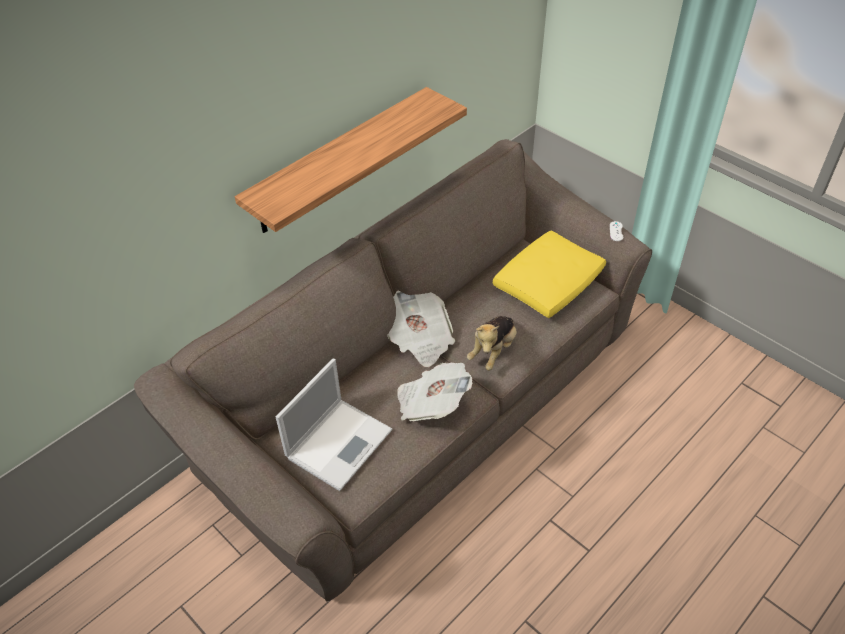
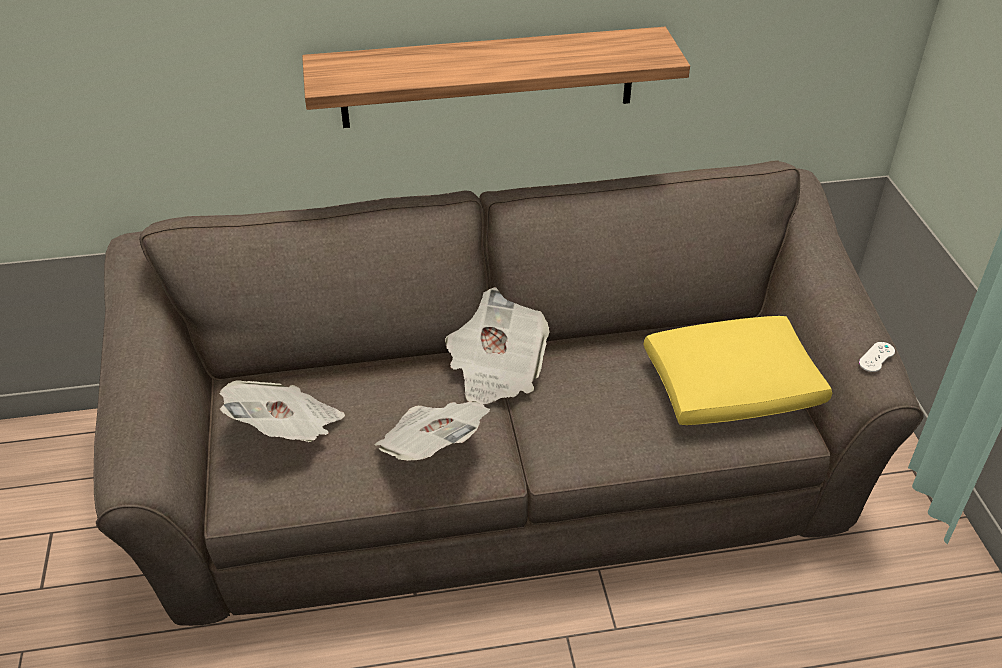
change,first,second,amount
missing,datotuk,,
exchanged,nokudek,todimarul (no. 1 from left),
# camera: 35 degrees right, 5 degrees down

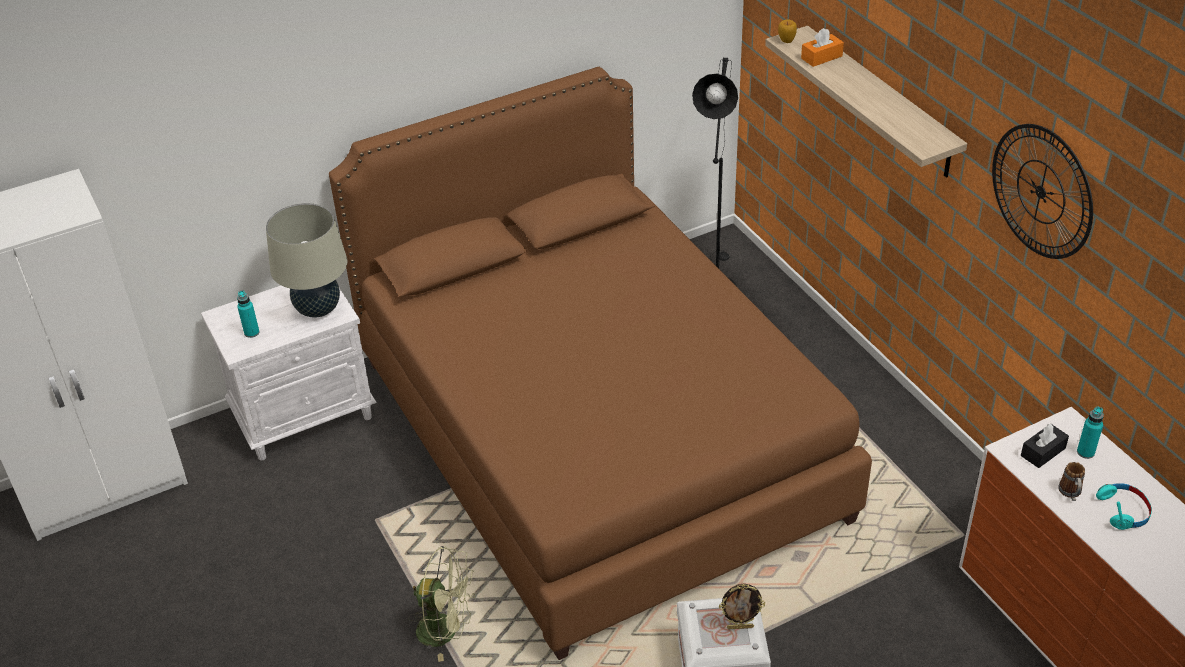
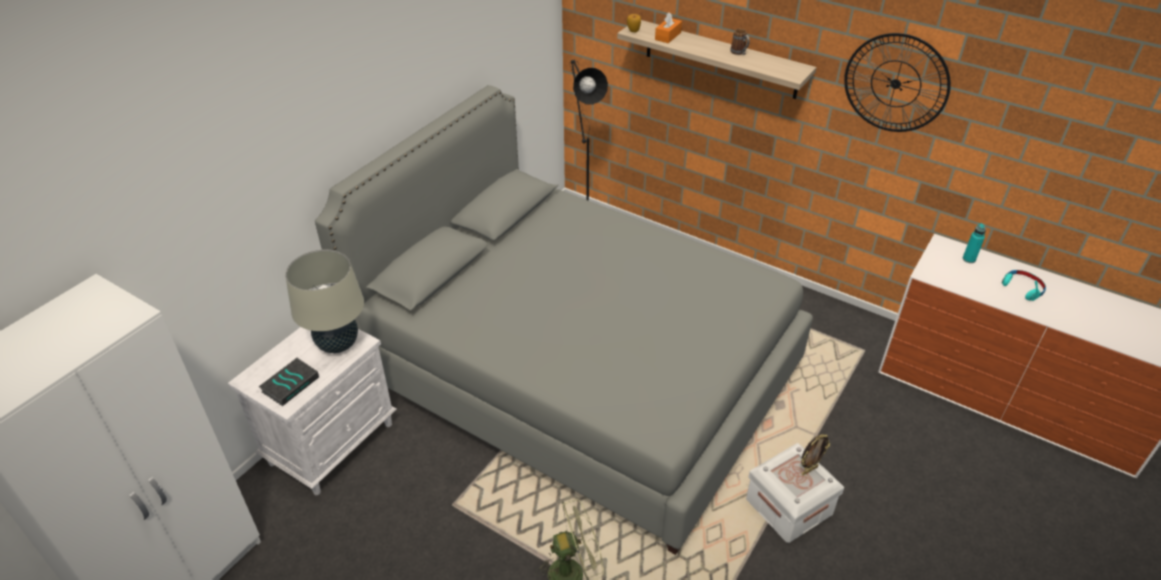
change,first,second,amount
colour,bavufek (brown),bavufek (grey),
exchanged,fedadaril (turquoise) (no. 1 from left),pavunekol,
missing,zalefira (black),,
relocated,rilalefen,,
# camera: 30 degrees left, 0 degrees up

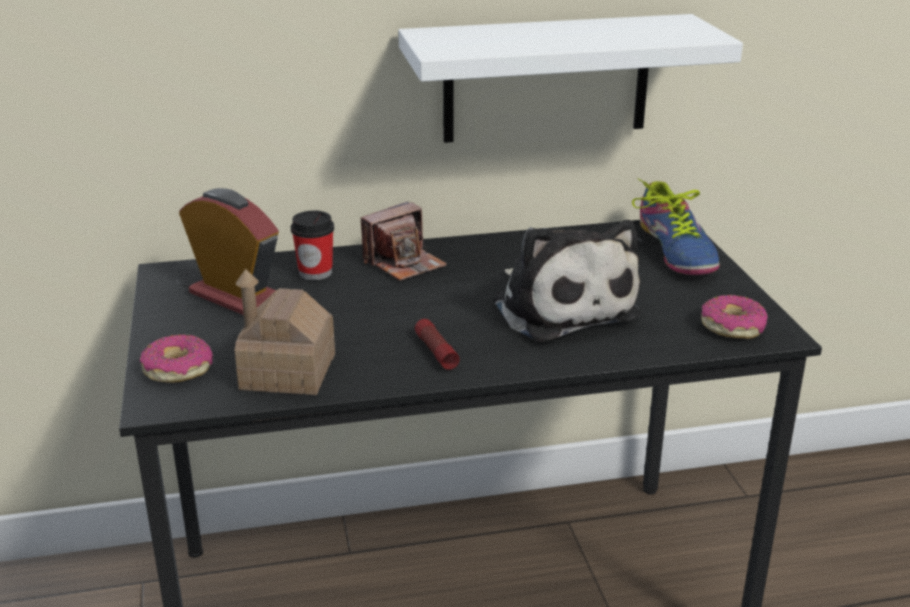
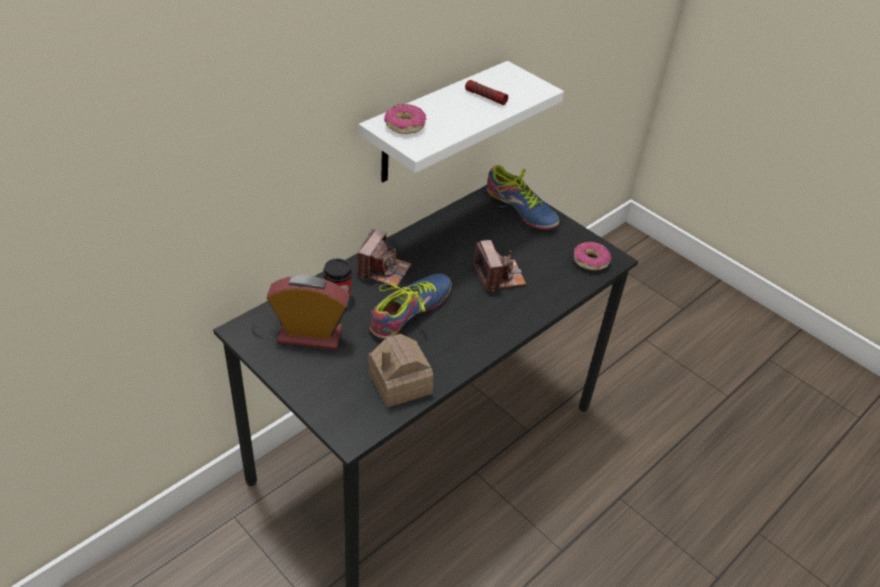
change,first,second,amount
exchanged,datotuk,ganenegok (no. 2 from left),
relocated,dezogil,,
relocated,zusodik (no. 1 from left),,
appeared,,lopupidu (no. 1 from left),
# camera: 35 degrees left, 15 degrees up

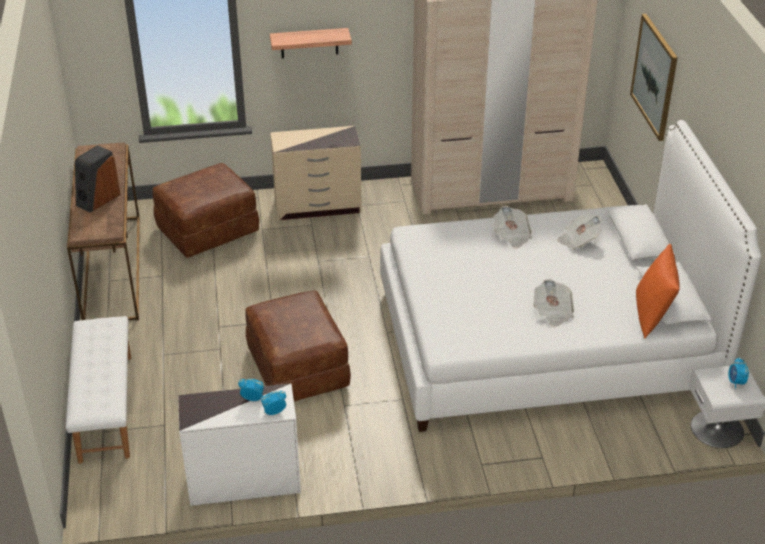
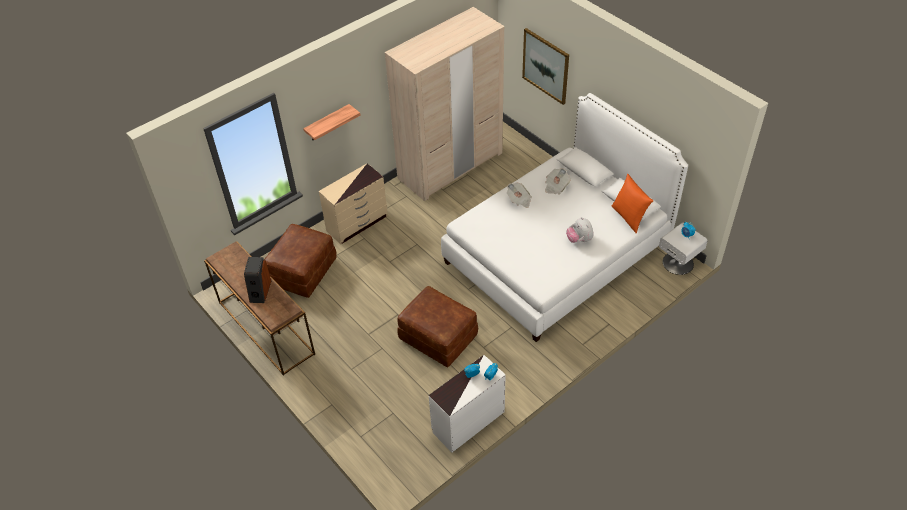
change,first,second,amount
exchanged,todimarul (no. 2 from left),datotuk,
missing,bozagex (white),,
# camera: 30 degrees left, 10 degrees up

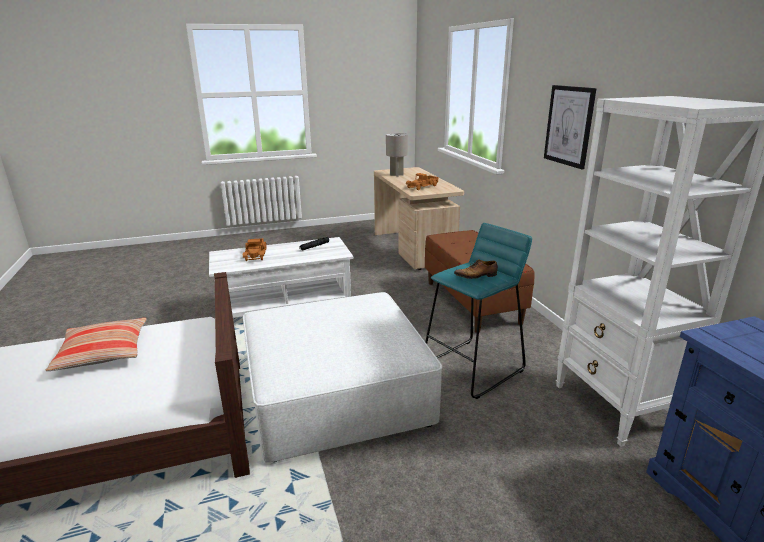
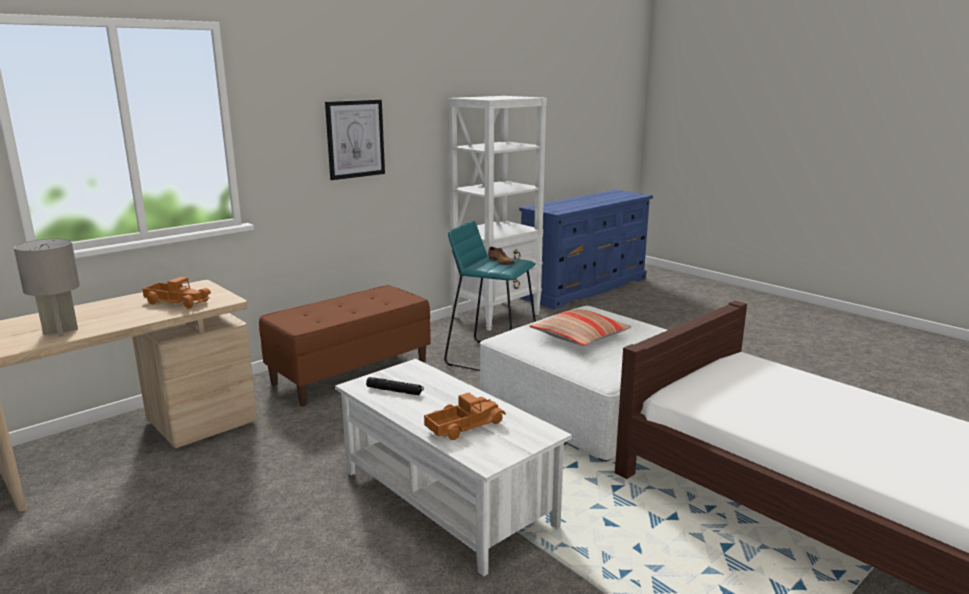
change,first,second,amount
relocated,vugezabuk,,
# camera: 115 degrees left, 5 degrees down

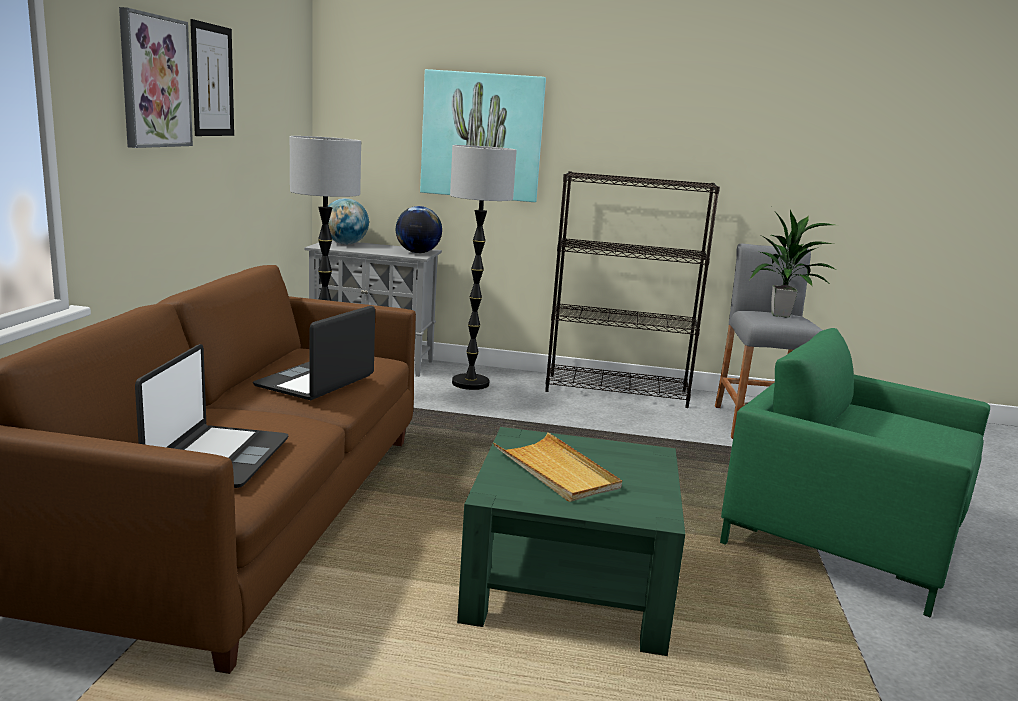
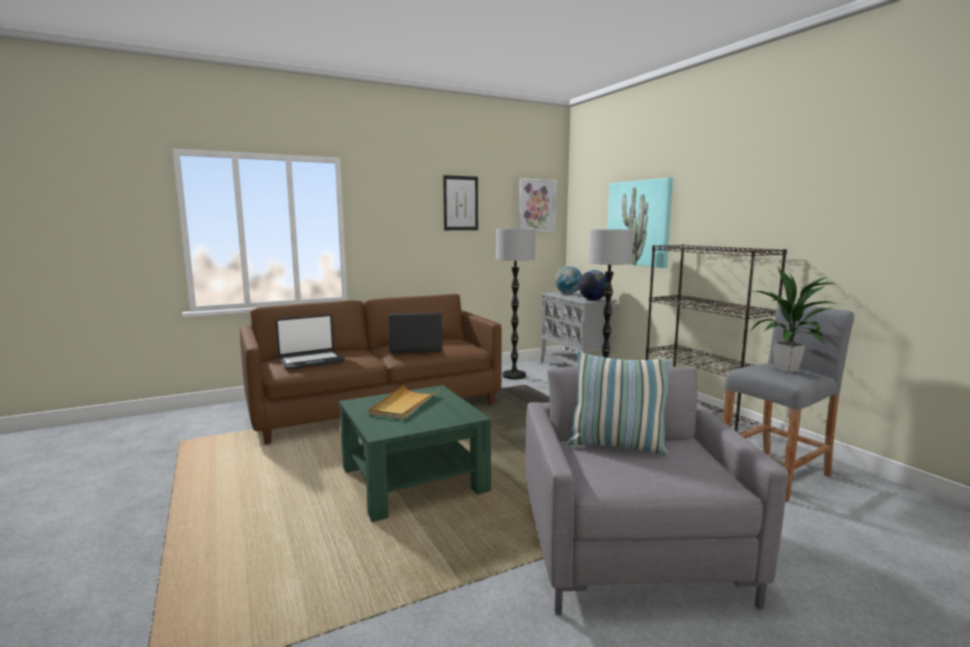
change,first,second,amount
relocated,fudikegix (no. 1 from left in the first image),fudikegix (no. 2 from left),
colour,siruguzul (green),siruguzul (grey),
appeared,,vugezabuk,
# camera: 55 degrees right, 5 degrees down

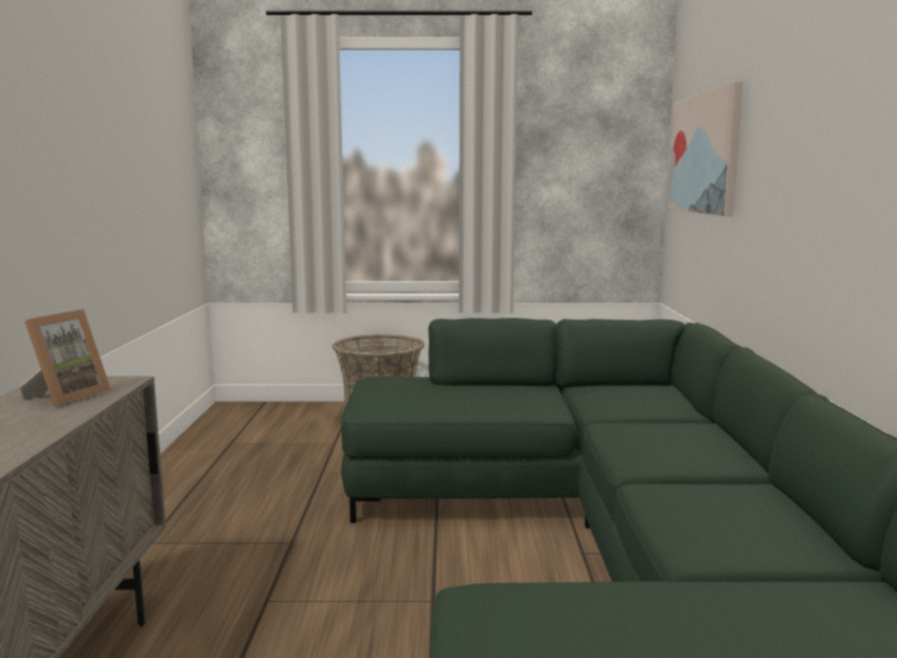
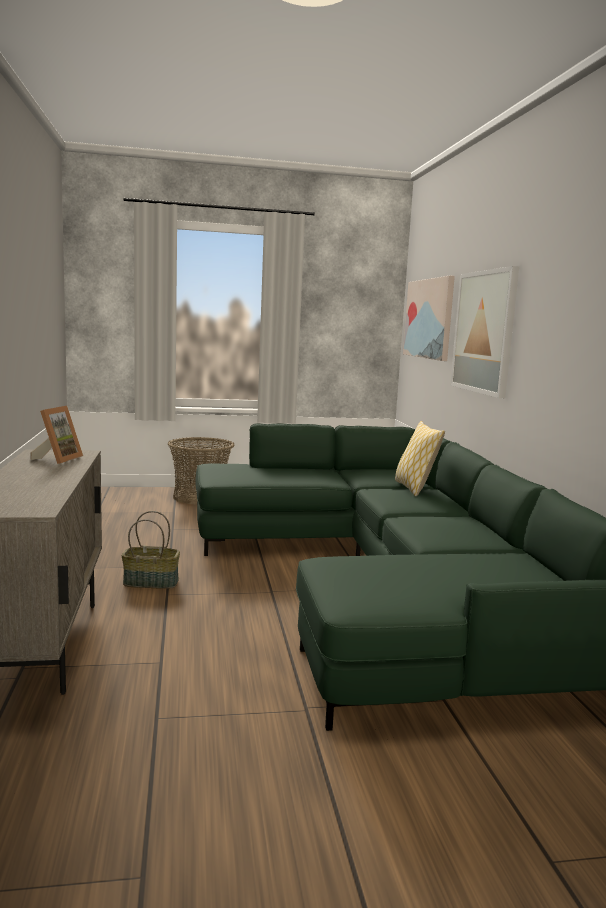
change,first,second,amount
appeared,,fudikegix (no. 2 from left),
appeared,,vugezabuk,
appeared,,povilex (no. 1 from left),
# camera: 10 degrees left, 0 degrees up

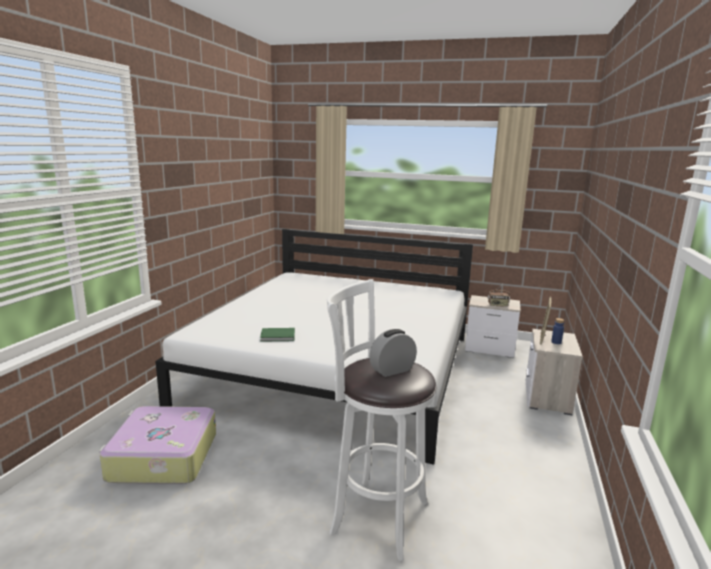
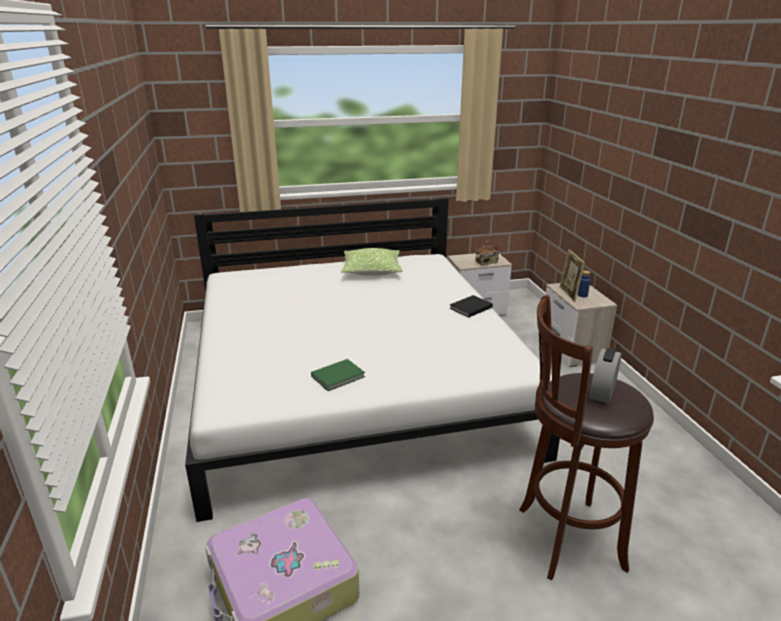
change,first,second,amount
colour,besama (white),besama (brown),
appeared,,vugezabuk,
appeared,,pavunekol (black),
# camera: 30 degrees left, 10 degrees up

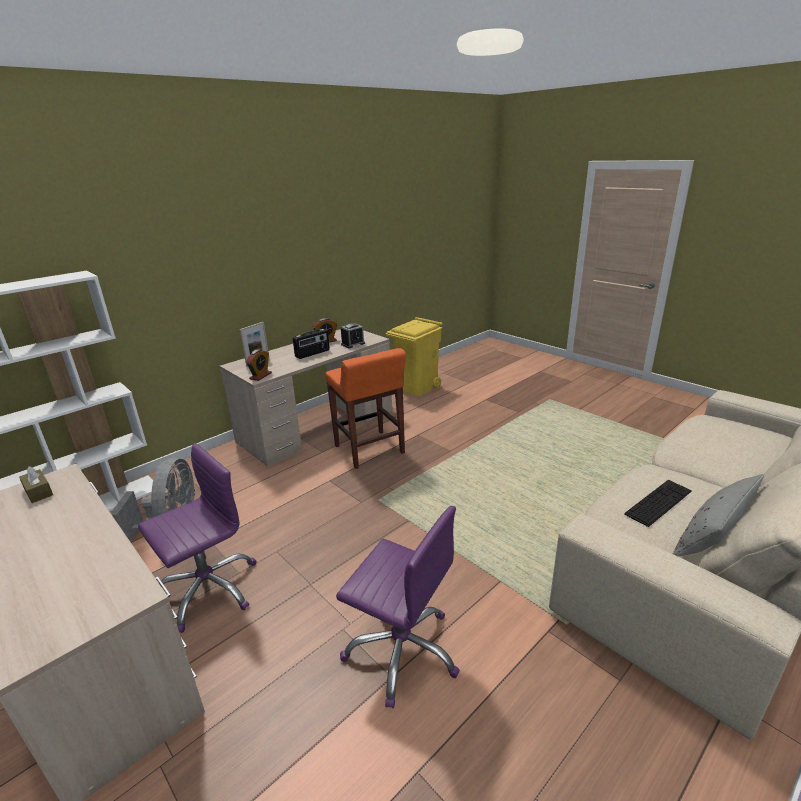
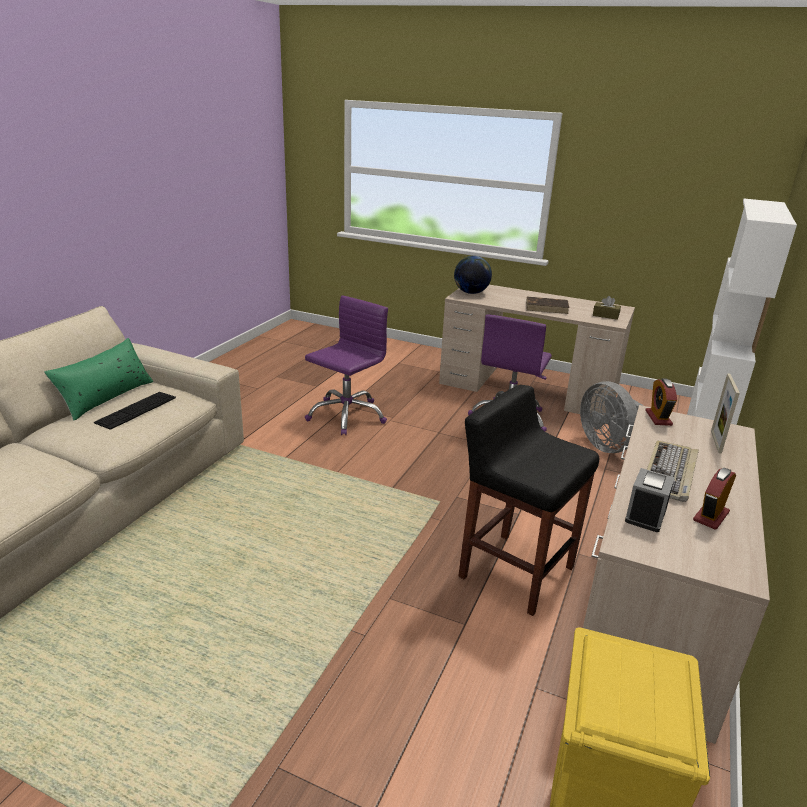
change,first,second,amount
exchanged,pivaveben,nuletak (no. 2 from left),
colour,besama (orange),besama (black),
colour,vugezabuk (grey),vugezabuk (green),
spun,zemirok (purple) (no. 2 from left in the first image),zemirok (purple) (no. 1 from left),120 degrees clockwise
appeared,,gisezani,
appeared,,pavunekol (brown),
# camera: 155 degrees right, 0 degrees up

